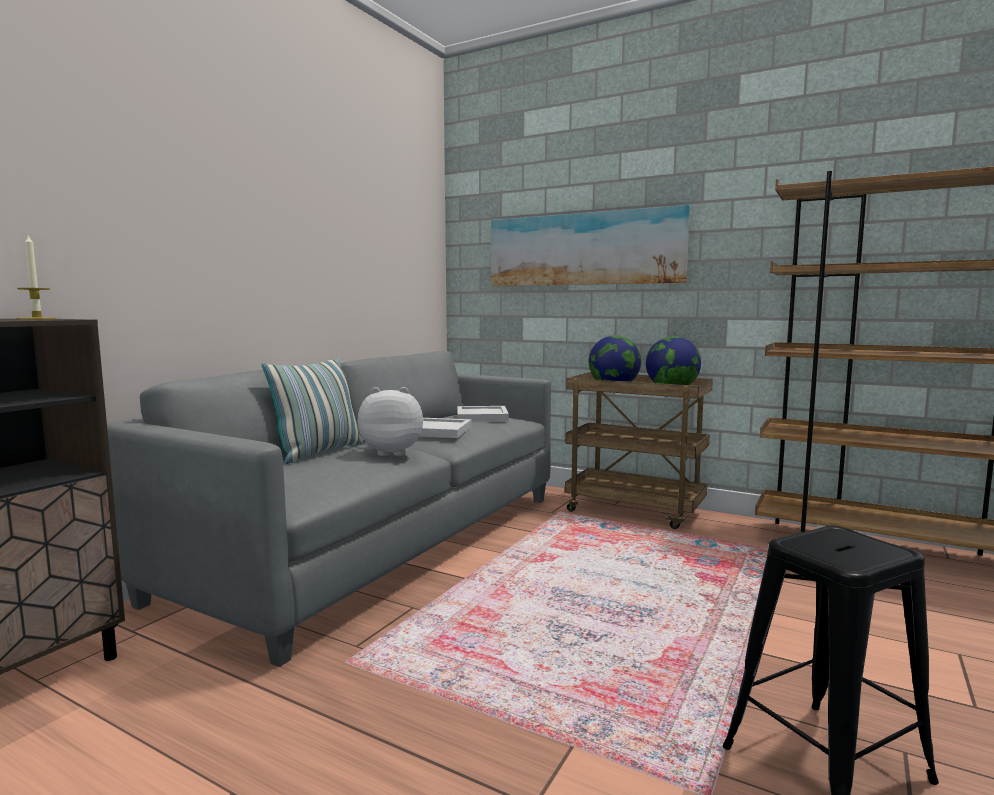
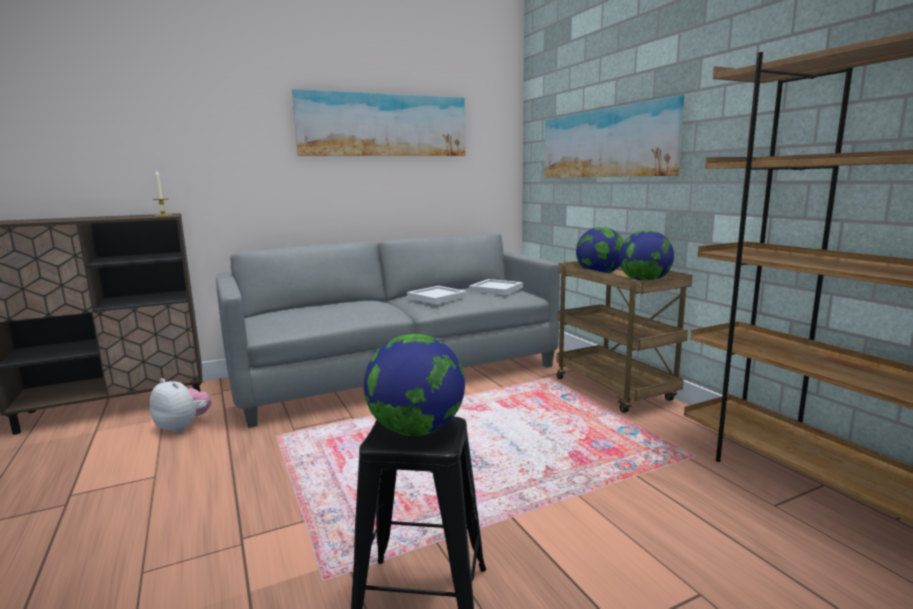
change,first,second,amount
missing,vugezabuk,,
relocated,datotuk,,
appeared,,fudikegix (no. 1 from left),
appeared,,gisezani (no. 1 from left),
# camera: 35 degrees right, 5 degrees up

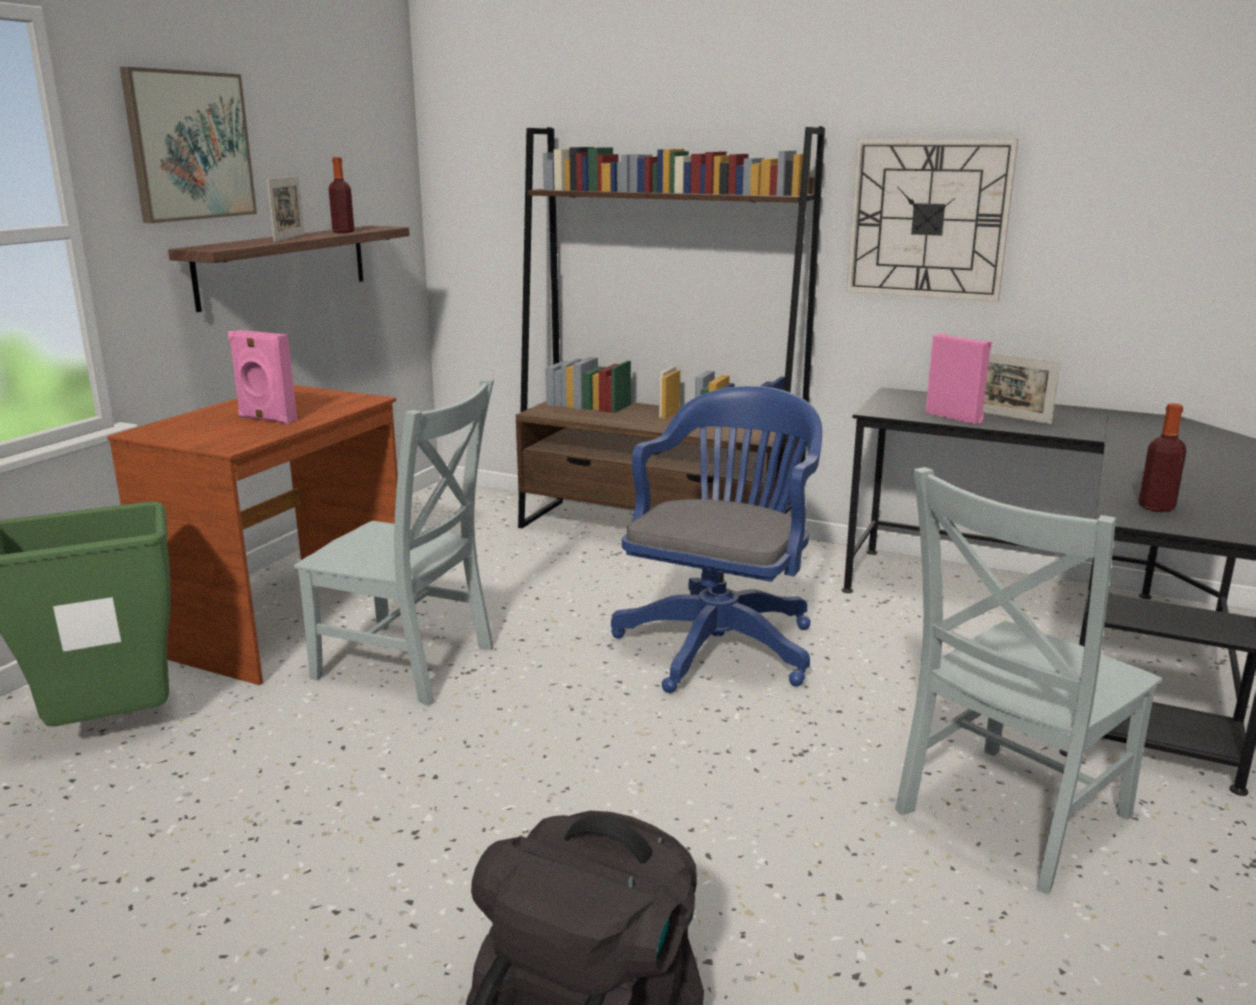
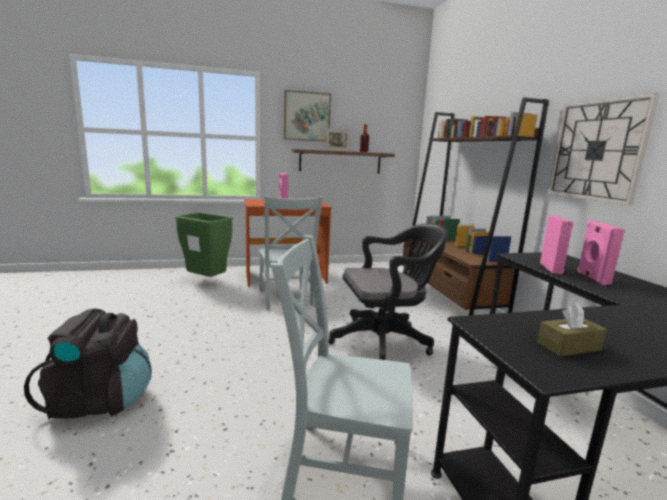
change,first,second,amount
exchanged,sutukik (no. 2 from left),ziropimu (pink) (no. 3 from left),
colour,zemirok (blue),zemirok (black),
missing,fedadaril (no. 2 from left),,
appeared,,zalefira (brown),
# camera: 50 degrees right, 5 degrees down

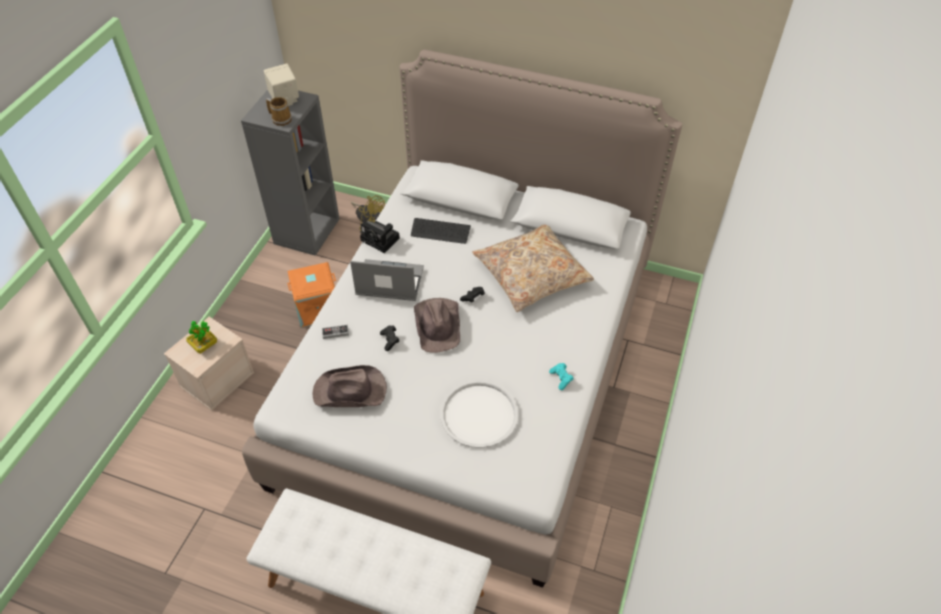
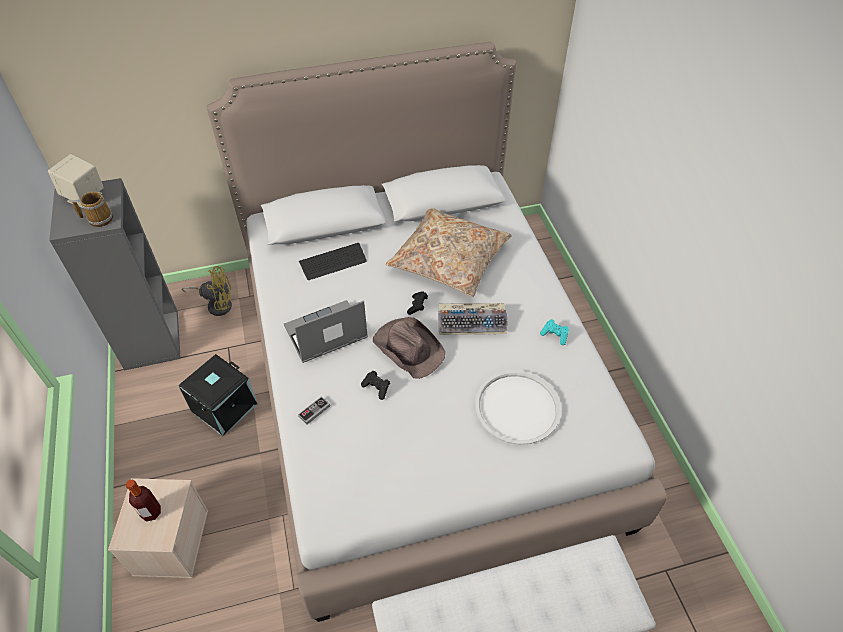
change,first,second,amount
missing,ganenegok,,
colour,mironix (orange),mironix (black),
exchanged,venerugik,fedadaril,
missing,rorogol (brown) (no. 1 from left),,
appeared,,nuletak (no. 2 from left),
# camera: 35 degrees left, 0 degrees up

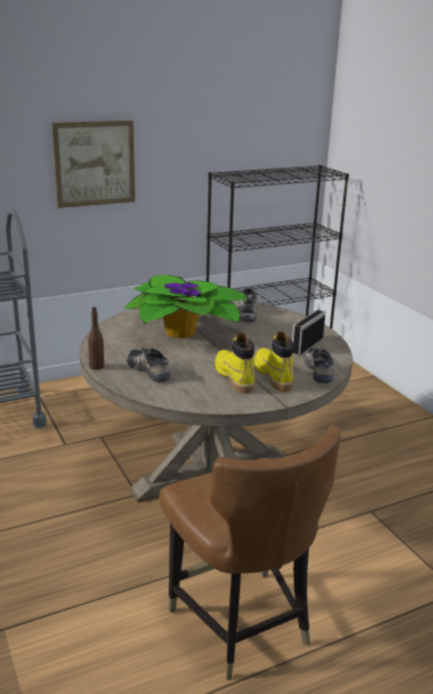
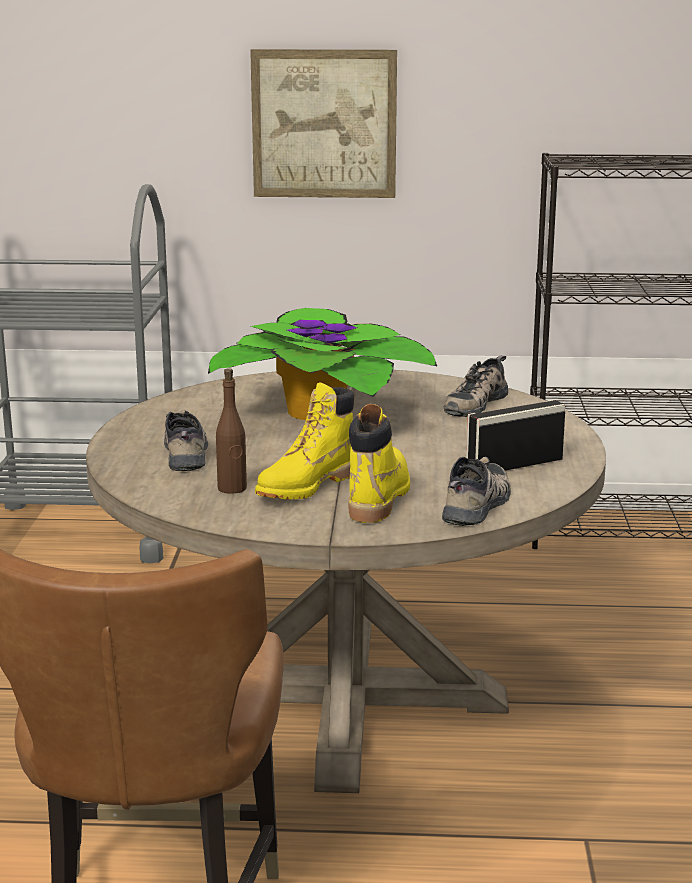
change,first,second,amount
relocated,fedadaril (brown),,
spun,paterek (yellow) (no. 1 from left),,150 degrees counterclockwise
# camera: 30 degrees right, 5 degrees down

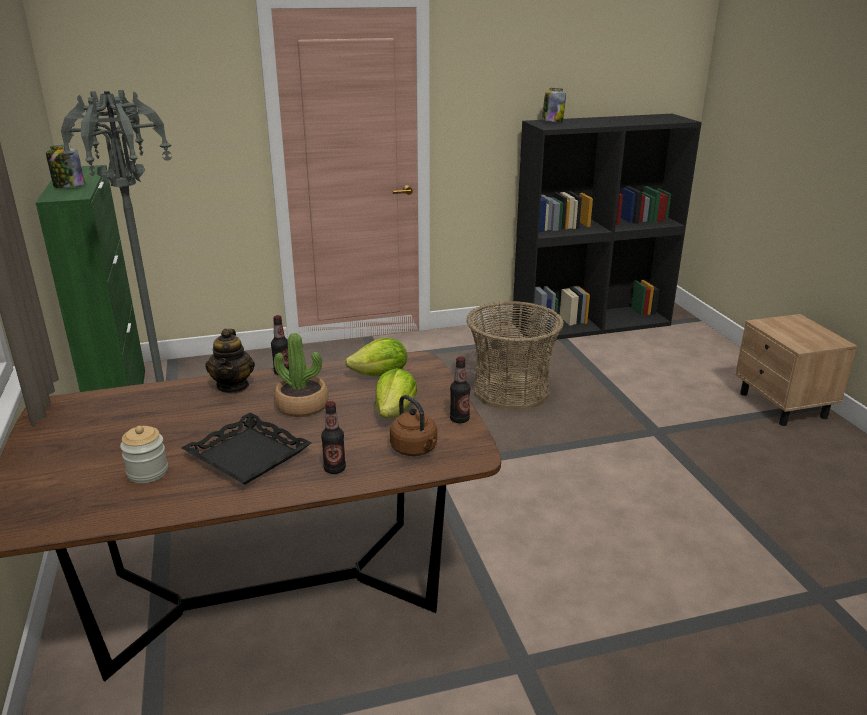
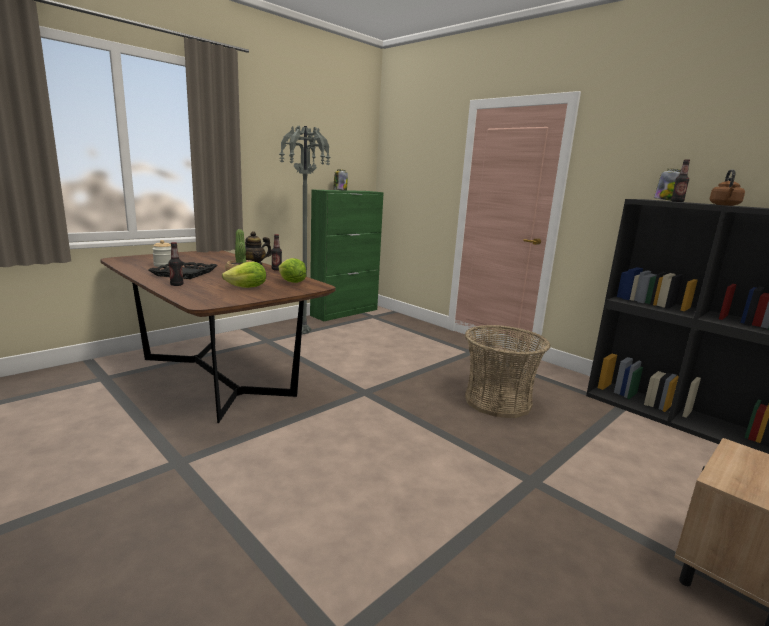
change,first,second,amount
relocated,fedadaril (no. 3 from left),,
relocated,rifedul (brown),,
# camera: 60 degrees right, 10 degrees down

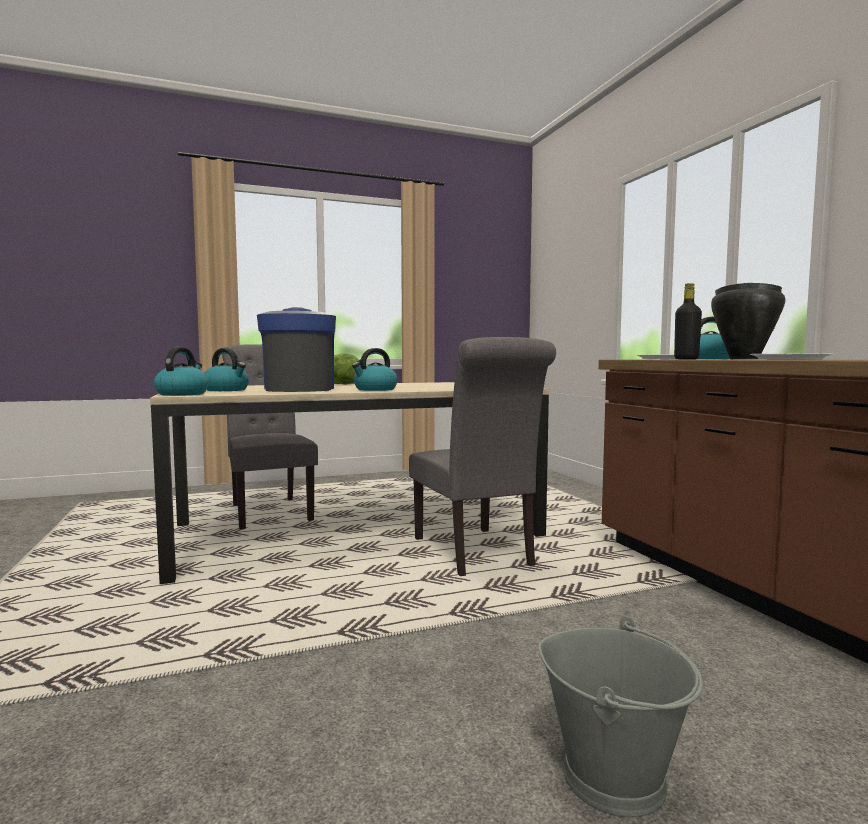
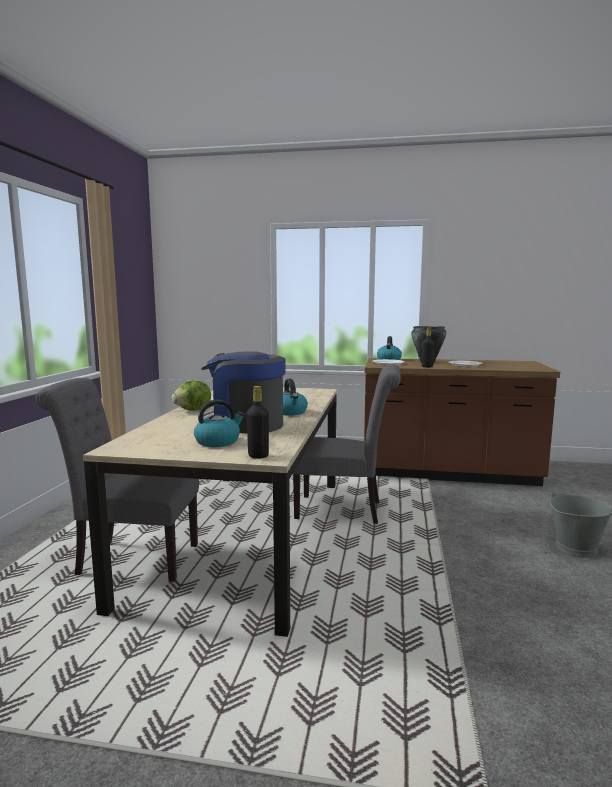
change,first,second,amount
exchanged,rifedul (no. 1 from left),fedadaril (black) (no. 1 from left),
# camera: 60 degrees left, 5 degrees up

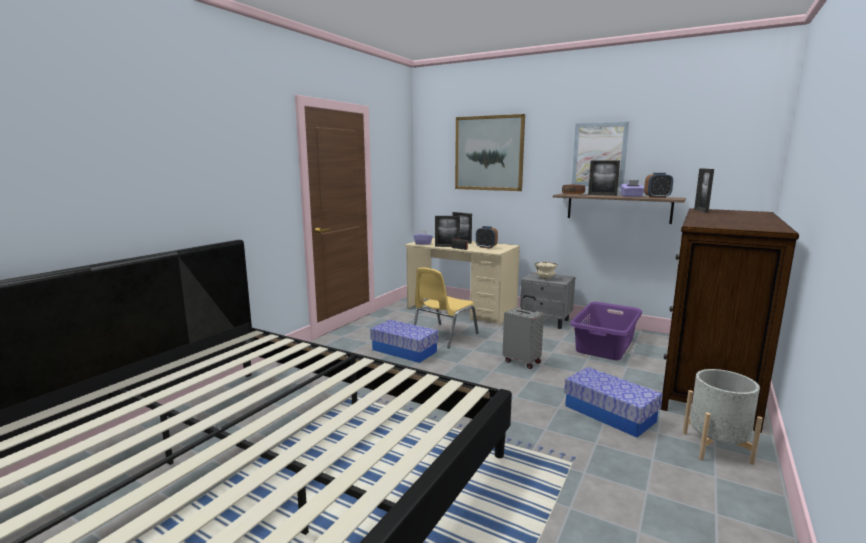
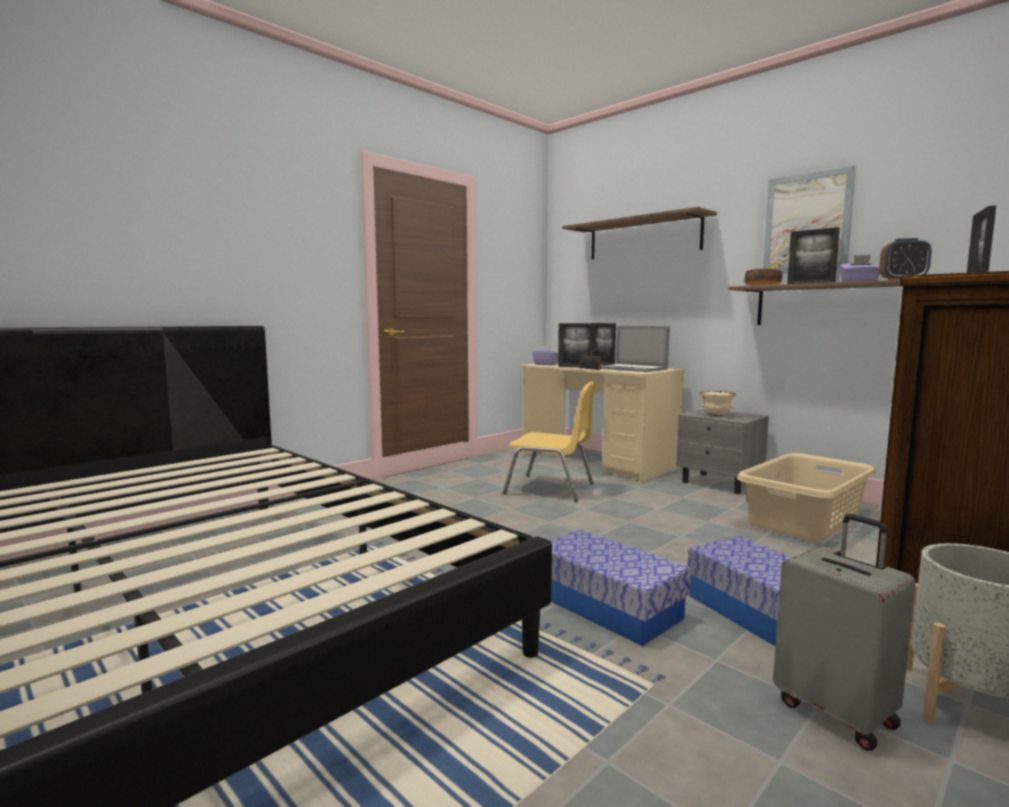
change,first,second,amount
exchanged,fudikegix (no. 1 from left),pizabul (no. 1 from left),
exchanged,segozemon (no. 1 from left),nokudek,
spun,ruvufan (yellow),,120 degrees counterclockwise
relocated,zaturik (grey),,
colour,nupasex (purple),nupasex (beige),
relocated,mironix (no. 1 from left),,
# camera: 15 degrees right, 5 degrees down

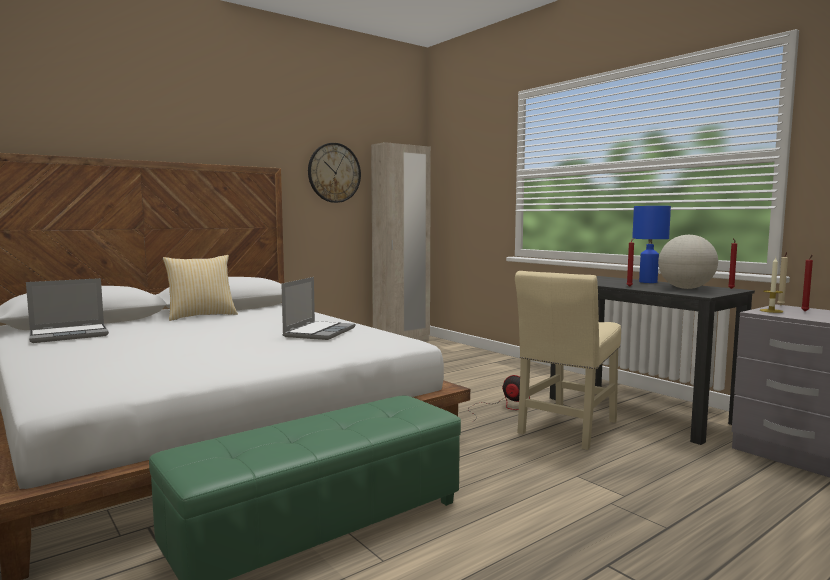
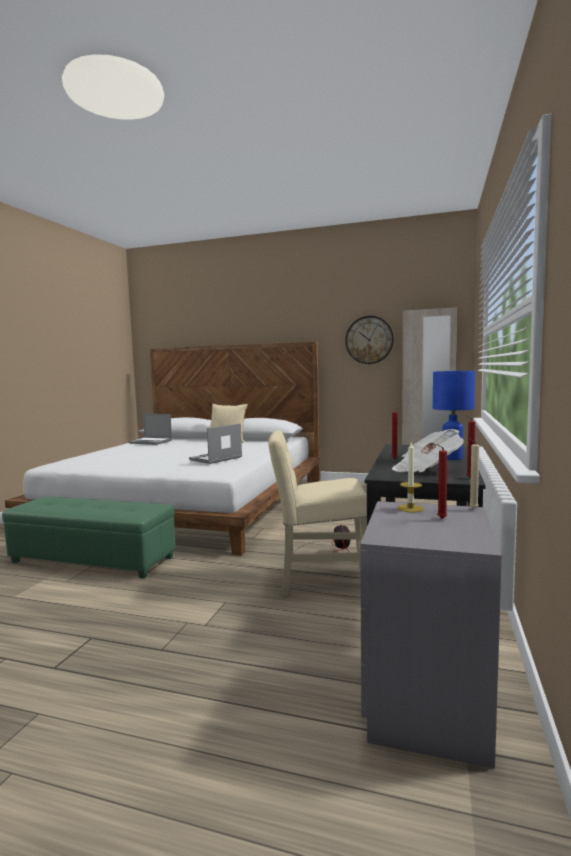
change,first,second,amount
exchanged,gisezani,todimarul,
spun,nokudek (no. 2 from left),,150 degrees clockwise
# camera: 55 degrees right, 0 degrees up

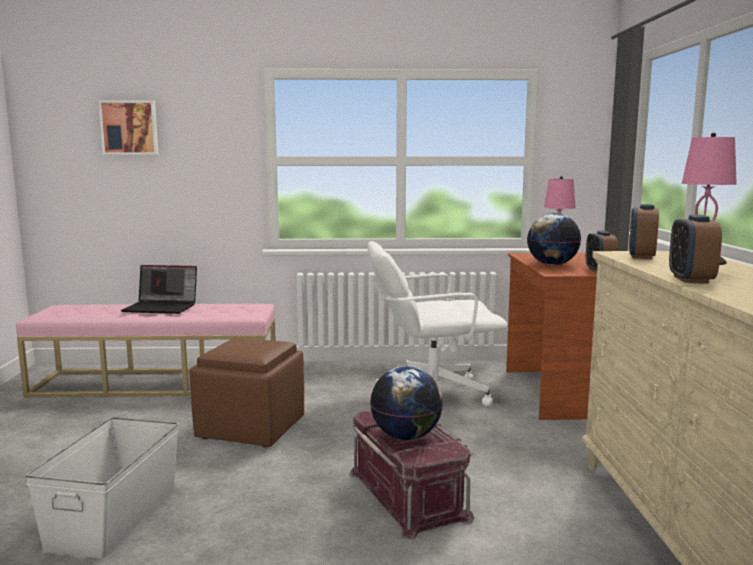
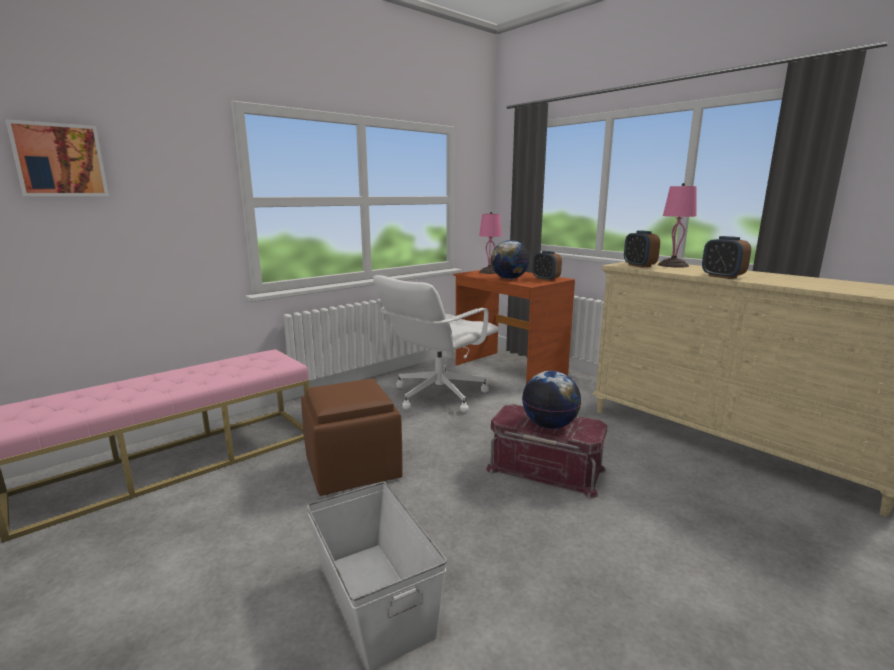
change,first,second,amount
missing,nokudek,,
# camera: 40 degrees left, 5 degrees up

